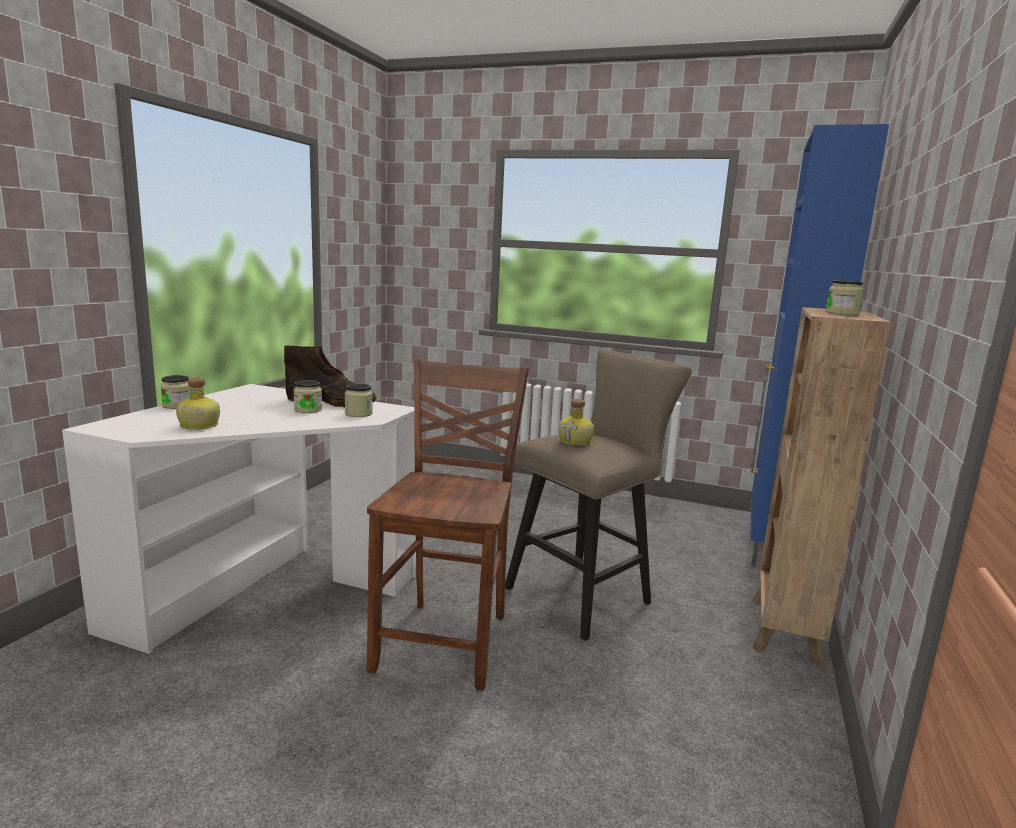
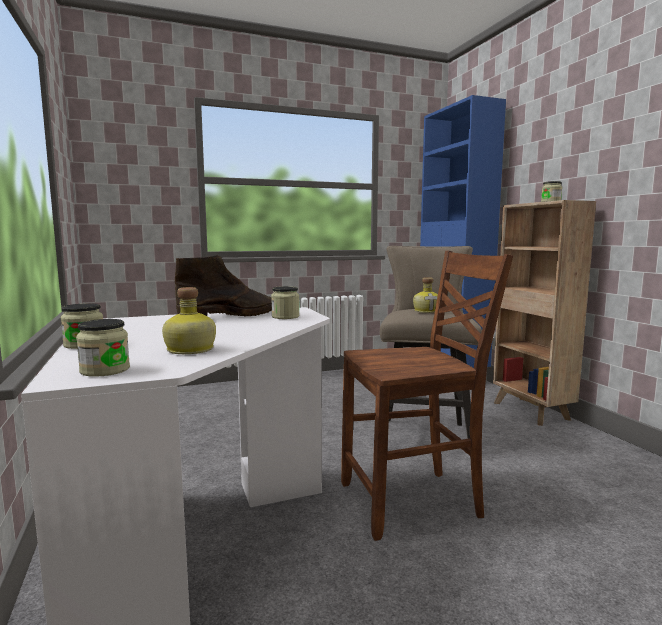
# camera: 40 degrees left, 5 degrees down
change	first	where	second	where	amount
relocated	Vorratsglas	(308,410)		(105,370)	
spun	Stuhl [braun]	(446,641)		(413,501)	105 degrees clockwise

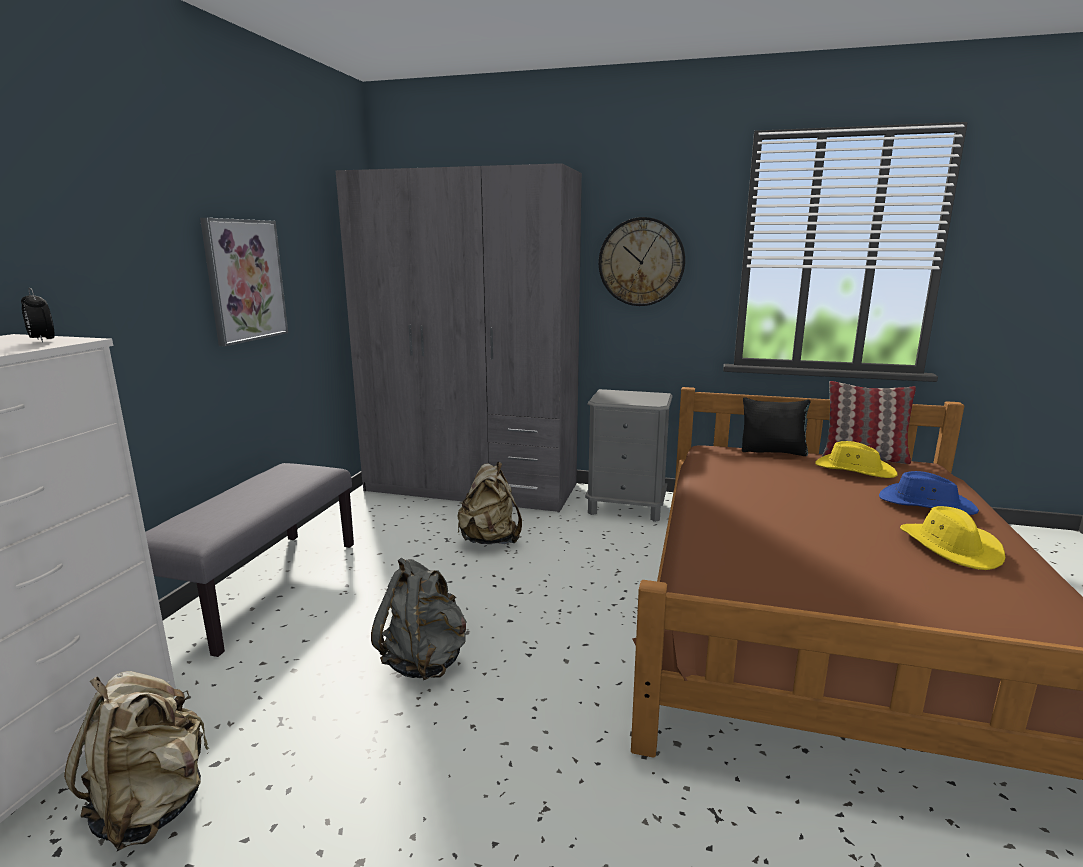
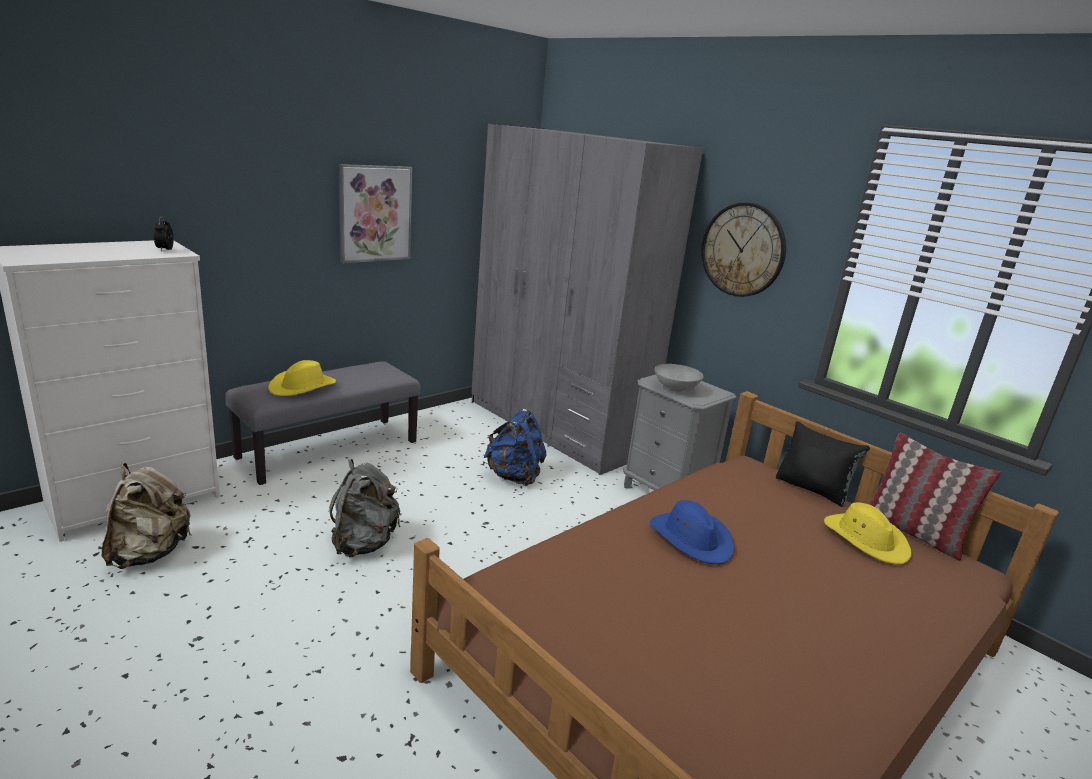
# camera: 30 degrees right, 5 degrees up
change	first	where	second	where	amount
colour	Rucksack [beige]	(490,540)	Rucksack [blau]	(514,476)	
relocated	Hut [blau]	(925,504)		(691,538)	
relocated	Hut [gelb]	(951,547)		(303,387)	
appeared			Schüssel [grau]	(676,389)	

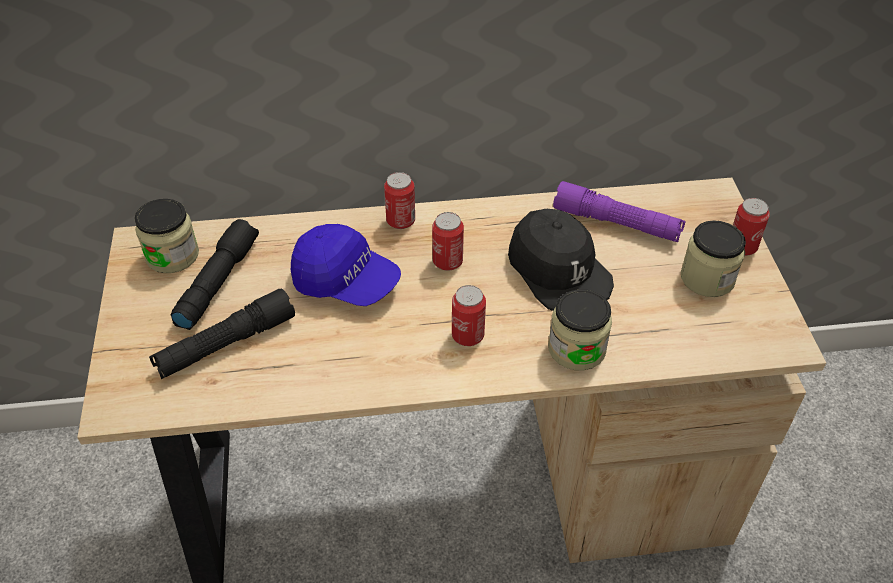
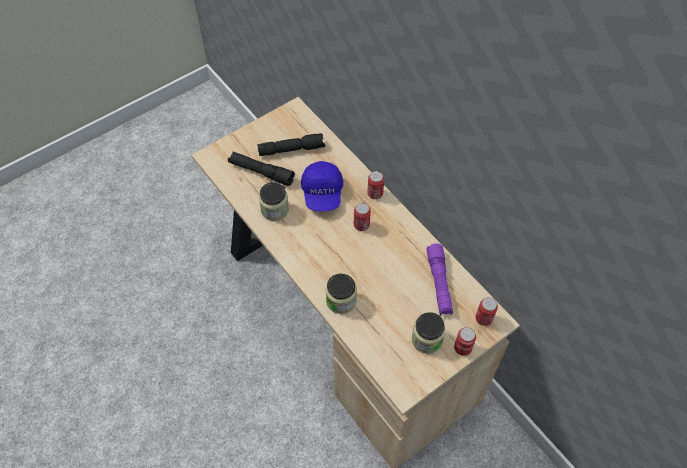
# camera: 60 degrees right, 10 degrees up
change	first	where	second	where	amount
relocated	Vorratsglas	(172,255)		(274,210)	
relocated	Dose	(468,335)		(484,318)	
missing	Kappe [schwarz]	(558,271)			

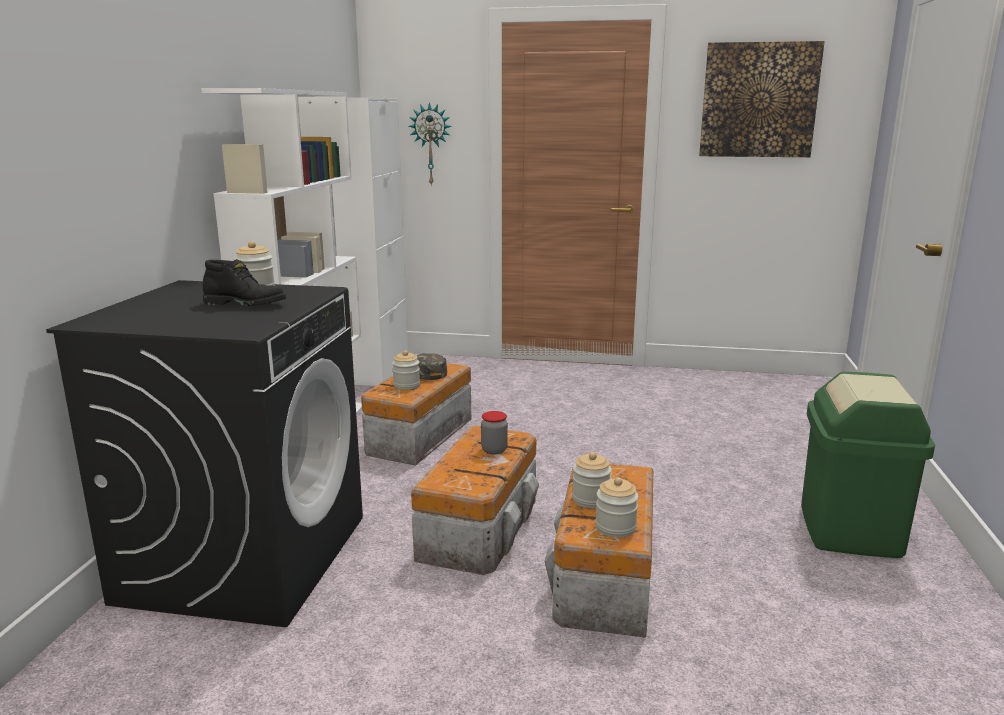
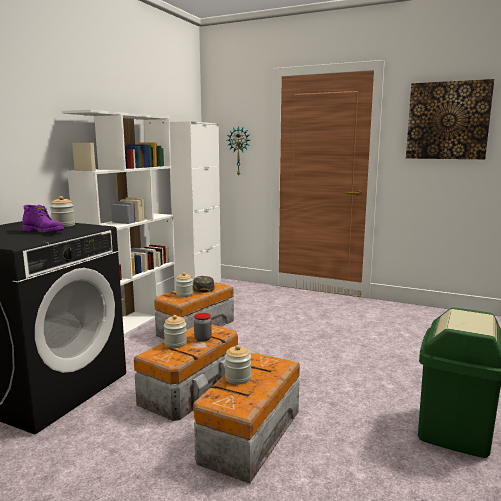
# camera: 15 degrees right, 5 degrees down
change	first	where	second	where	amount
colour	Stiefel [schwarz]	(246,304)	Stiefel [lila]	(44,231)	
relocated	Vorratsglas	(615,527)		(175,343)	

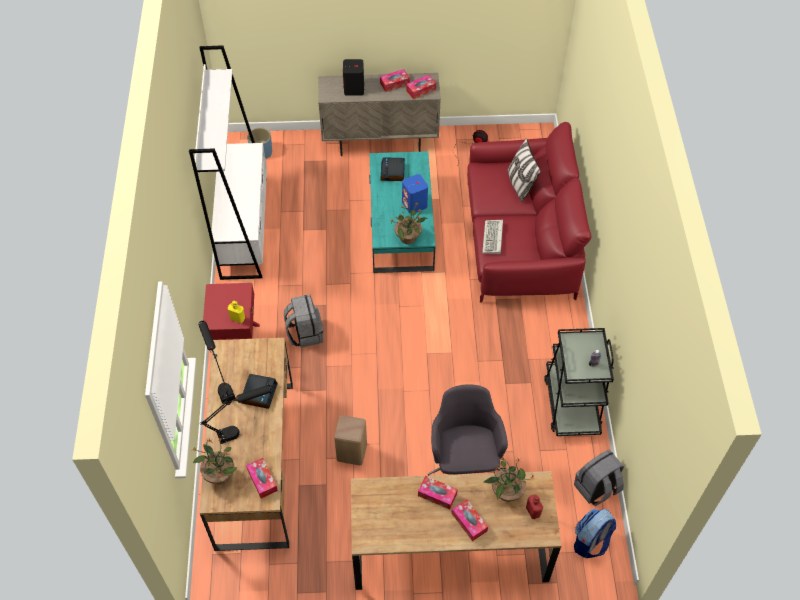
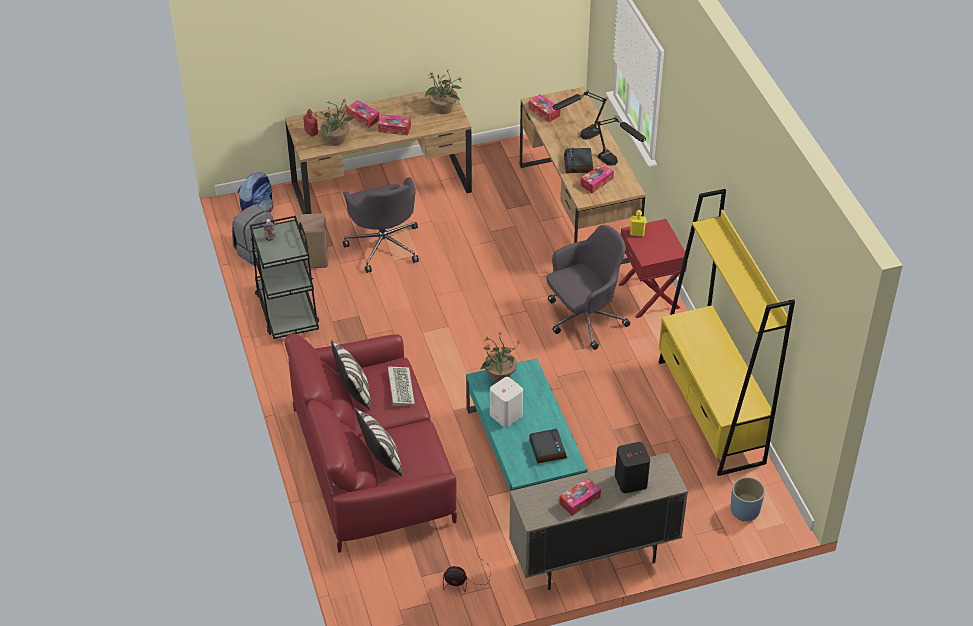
# camera: 165 degrees right, 10 degrees down
change	first	where	second	where	amount
colour	Bücherregal [weiß]	(244,227)	Bücherregal [gelb]	(710,412)	
relocated	Topfpflanze	(219,474)		(443,109)	
exchanged	Rucksack [grau]	(305,333)	Bürostuhl [grau]	(584,319)	
relocated	Hocker [beige]	(352,453)		(314,259)	
colour	Lautsprecher [blau]	(414,204)	Lautsprecher [weiß]	(505,415)	
relocated	Taschentuchbox	(421,90)		(596,182)	
appeared			Kissen	(354,392)	

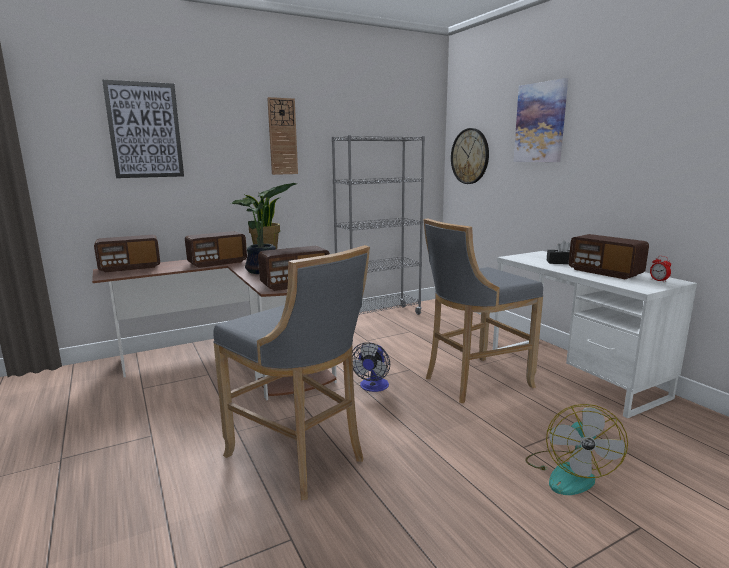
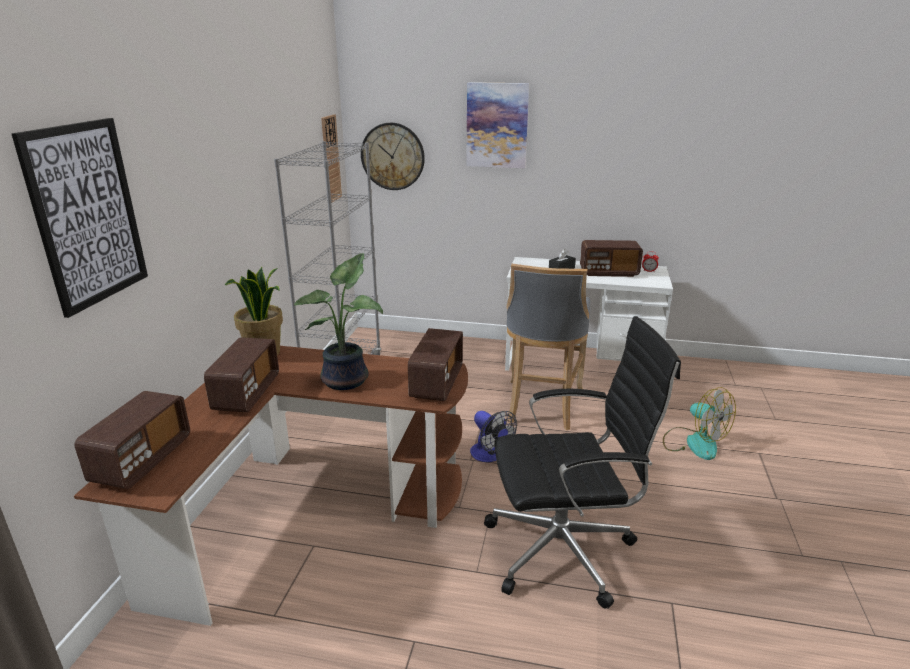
# camera: 50 degrees left, 10 degrees up
change	first	where	second	where	amount
exchanged	Hocker [grau]	(300,457)	Bürostuhl [schwarz]	(564,550)	
relocated	Wanduhr	(282,136)		(330,159)	

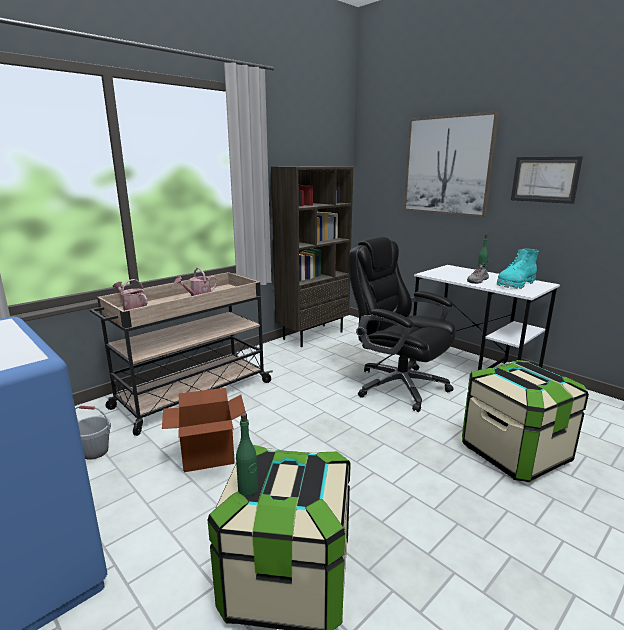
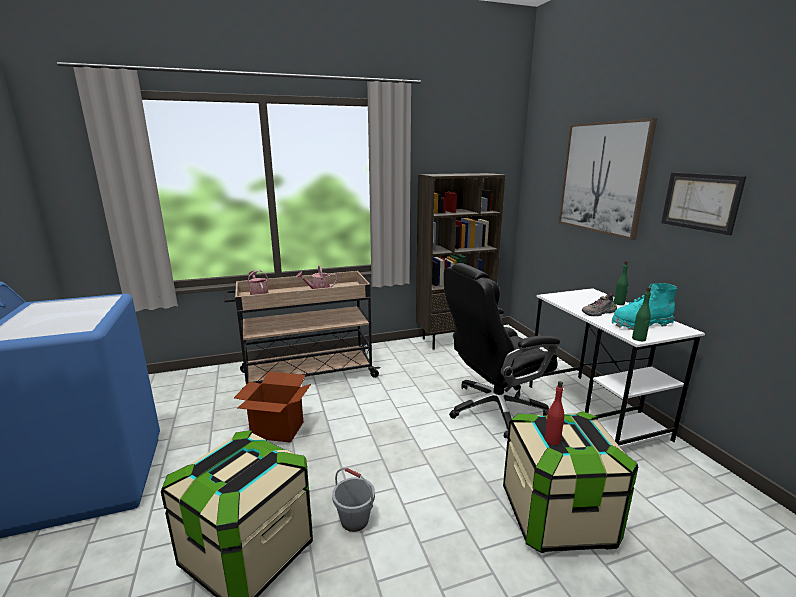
# camera: 25 degrees right, 0 degrees up
change	first	where	second	where	amount
relocated	Eimer [grau]	(95,452)		(354,520)	
relocated	Flasche [grün]	(248,489)		(639,339)	
spun	Bürostuhl [schwarz]	(398,385)		(494,409)	90 degrees counterclockwise
appeared			Flasche [rot]	(552,440)	

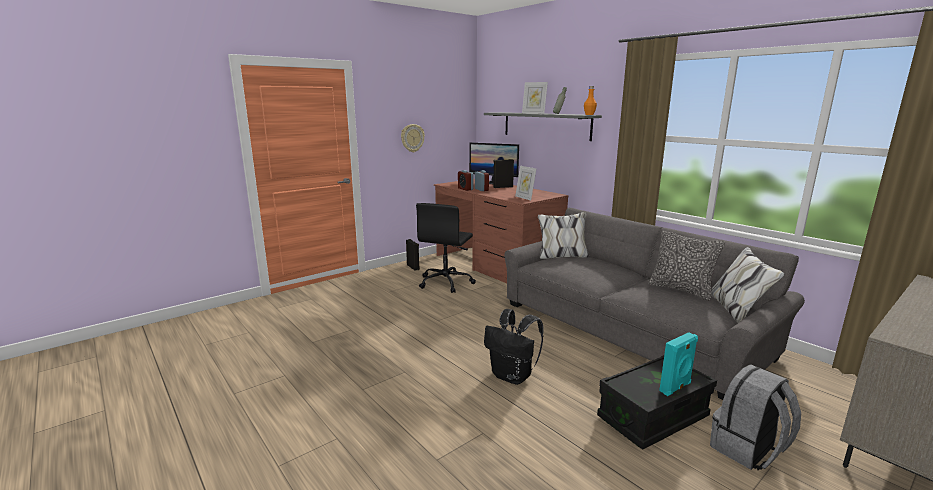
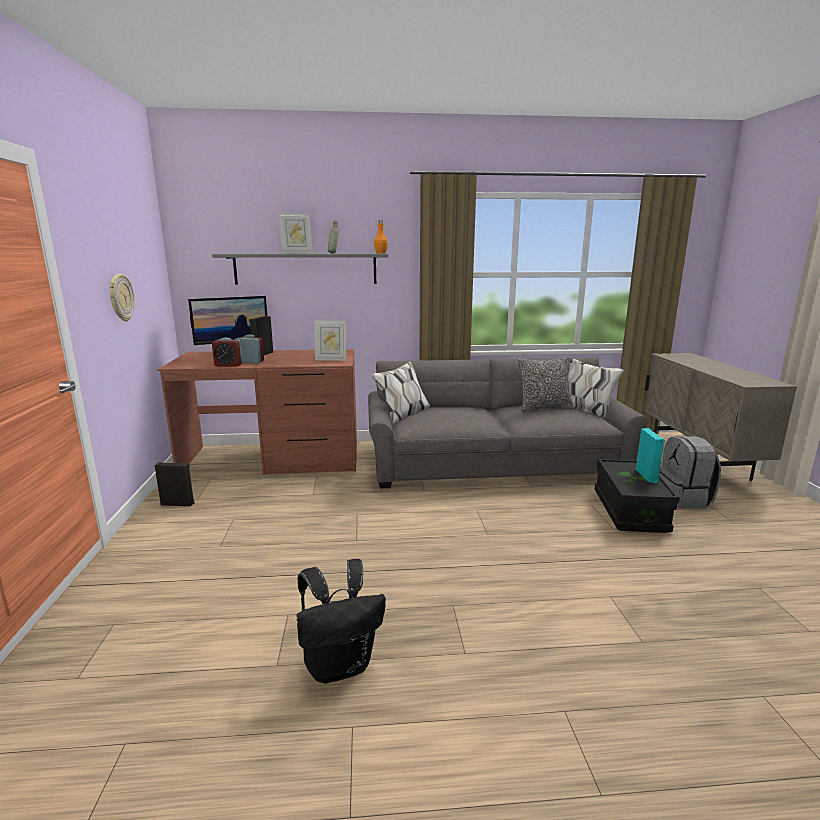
# camera: 55 degrees left, 0 degrees up
change	first	where	second	where	amount
missing	Bürostuhl [schwarz]	(446,282)			
relocated	Rucksack [schwarz]	(513,376)		(340,665)	

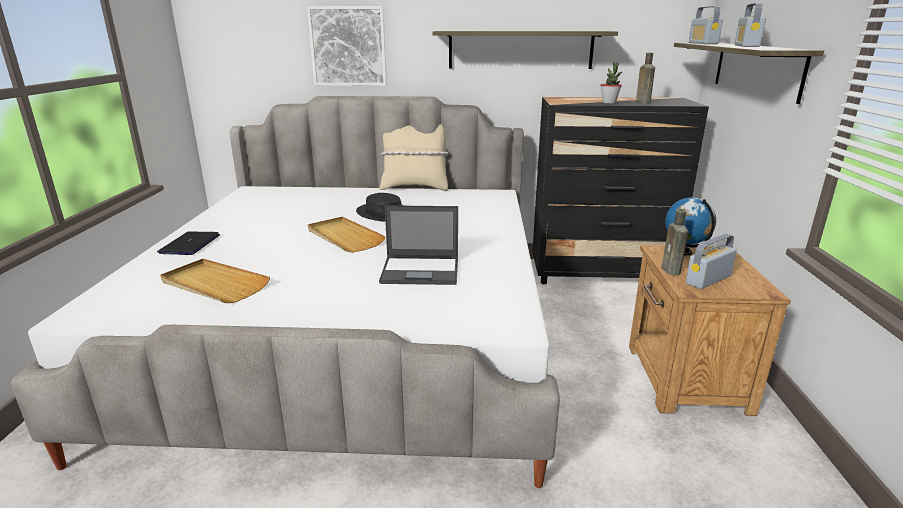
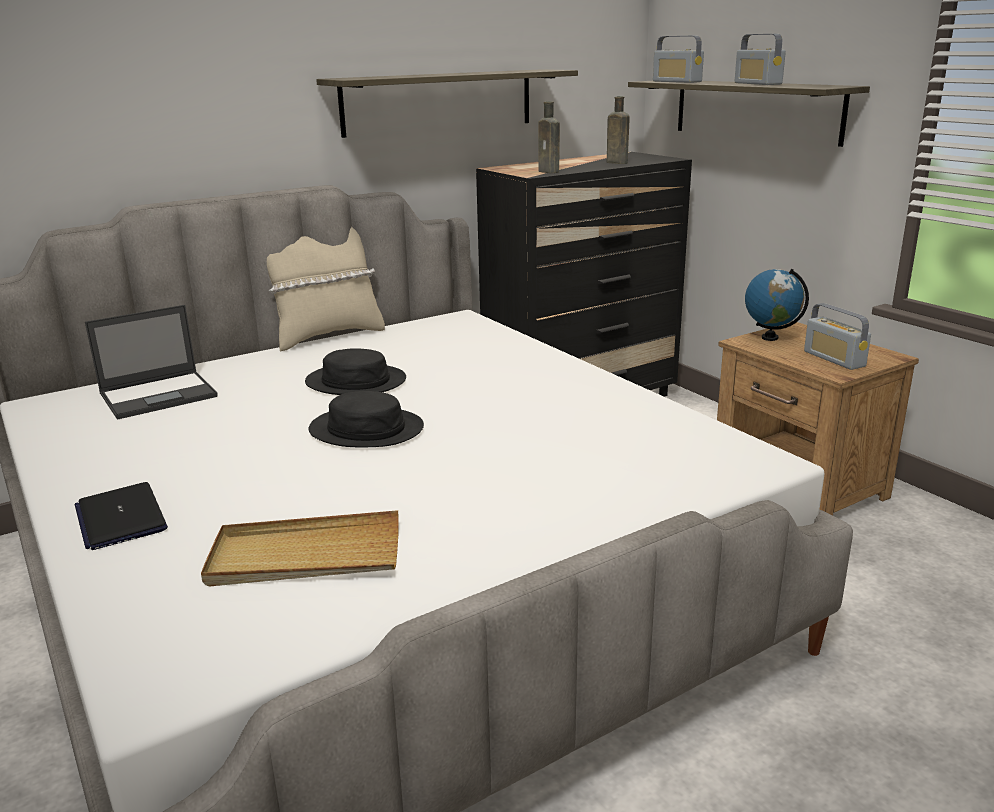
# camera: 35 degrees left, 0 degrees up
change	first	where	second	where	amount
missing	Bild	(348,46)			
exchanged	Tablett [beige]	(344,237)	Hut [schwarz]	(366,429)	
relocated	Laptop	(421,271)		(160,395)	
missing	Topfpflanze	(609,102)			
relocated	Flasche [braun]	(671,271)		(549,171)	
spun	Radio	(708,279)		(834,359)	45 degrees counterclockwise

